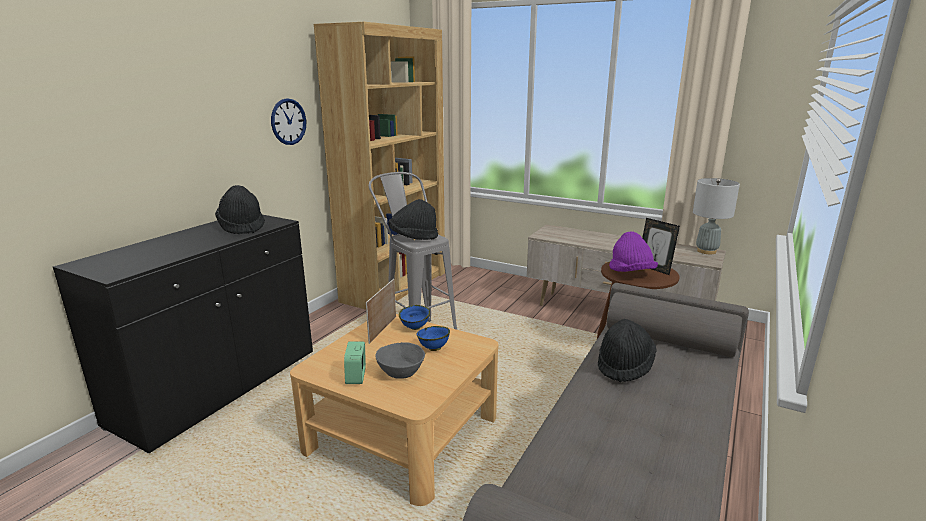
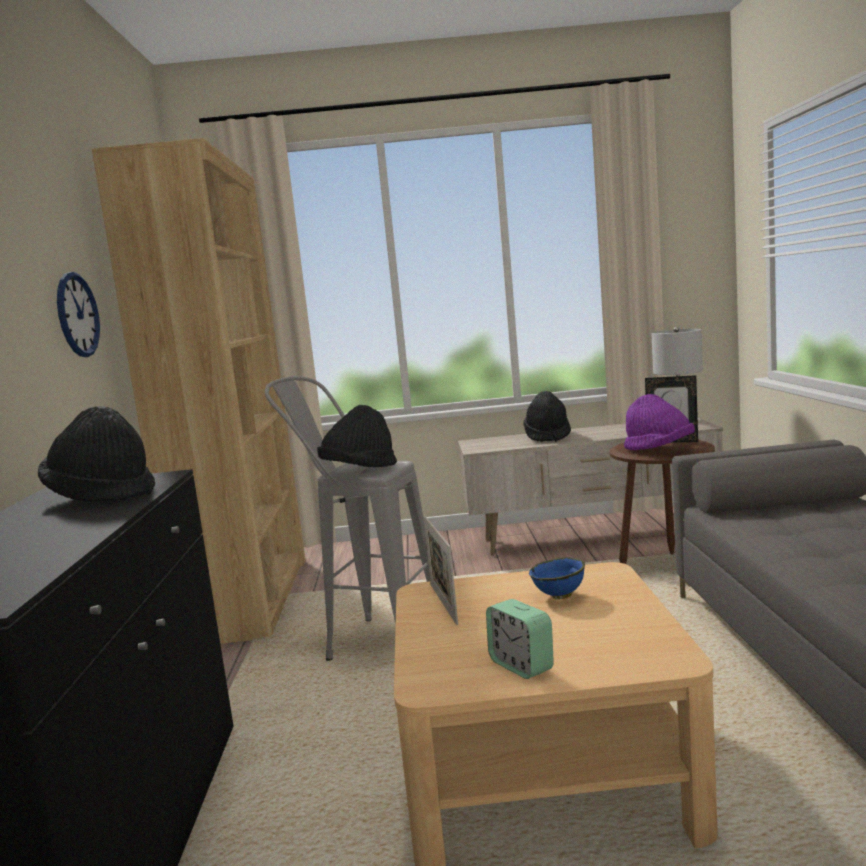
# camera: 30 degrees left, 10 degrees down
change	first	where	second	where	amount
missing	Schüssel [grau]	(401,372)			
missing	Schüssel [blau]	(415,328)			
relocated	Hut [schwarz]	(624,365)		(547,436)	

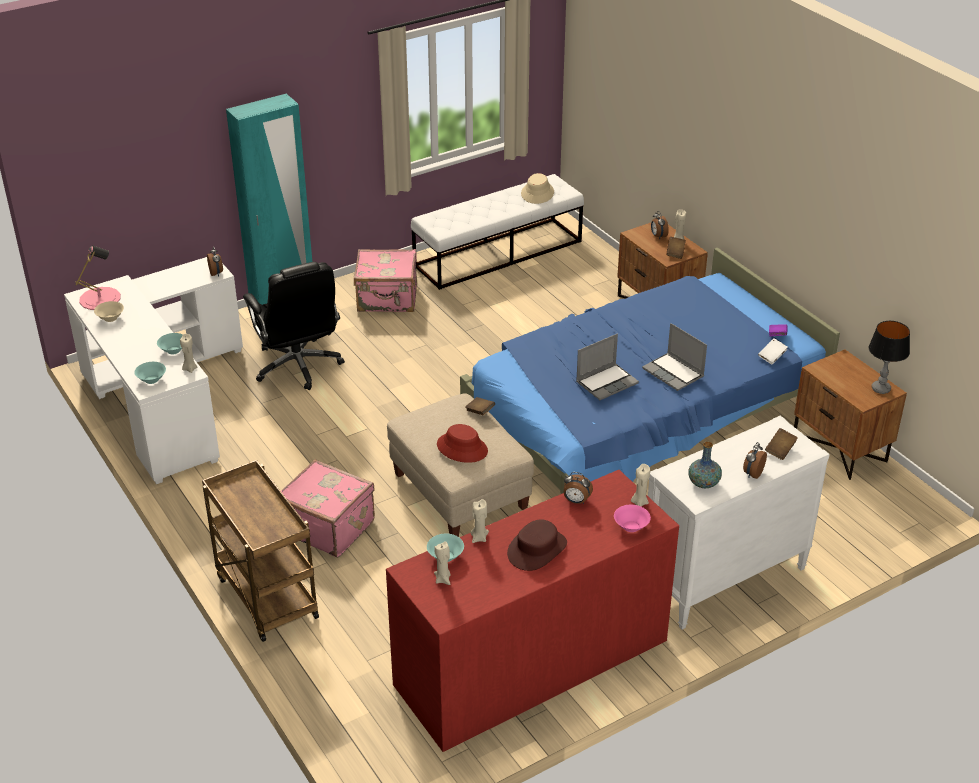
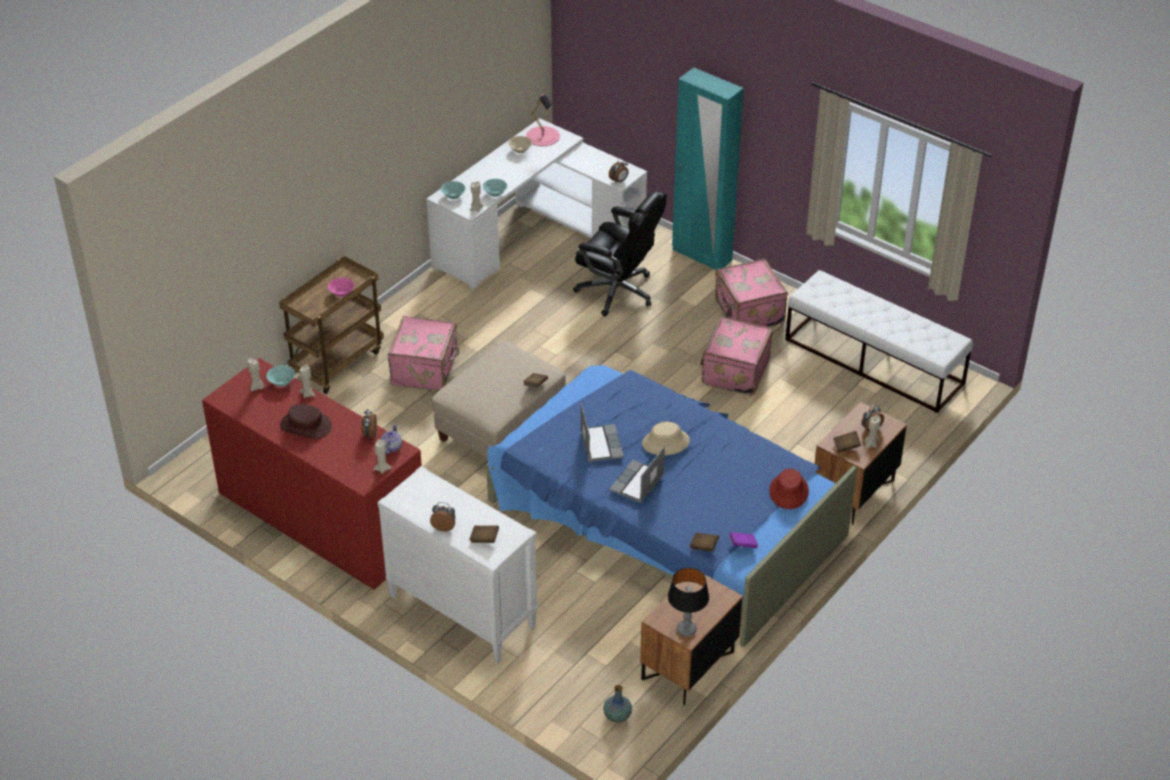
# camera: 70 degrees right, 5 degrees up
change	first	where	second	where	amount
spun	Bürostuhl [schwarz]	(298,366)		(618,292)	105 degrees counterclockwise
relocated	Hut [rot]	(462,448)		(789,491)	
relocated	Hut [beige]	(537,193)		(666,442)	
spun	Laptop	(607,382)		(600,444)	135 degrees counterclockwise
relocated	Schüssel [rosa]	(631,526)		(342,293)	
relocated	Vase	(703,483)		(617,716)	
colour	Buch [weiß]	(772,357)	Buch [braun]	(704,546)	
appeared			Teekanne	(391,447)	
appeared			Koffer [rosa]	(734,372)	

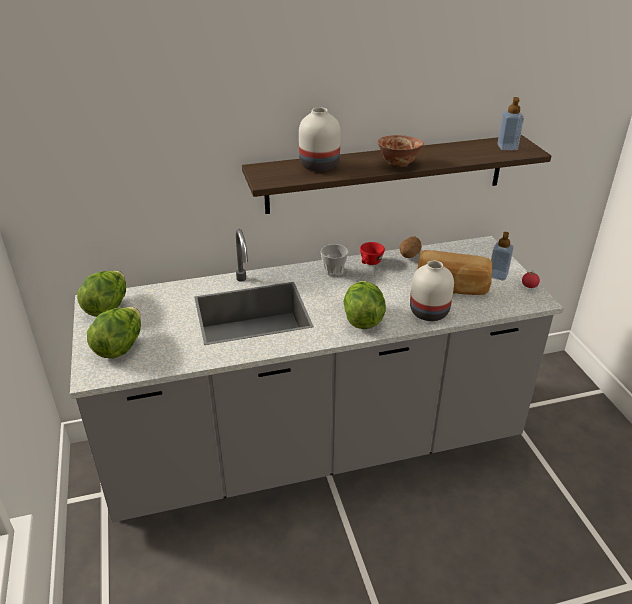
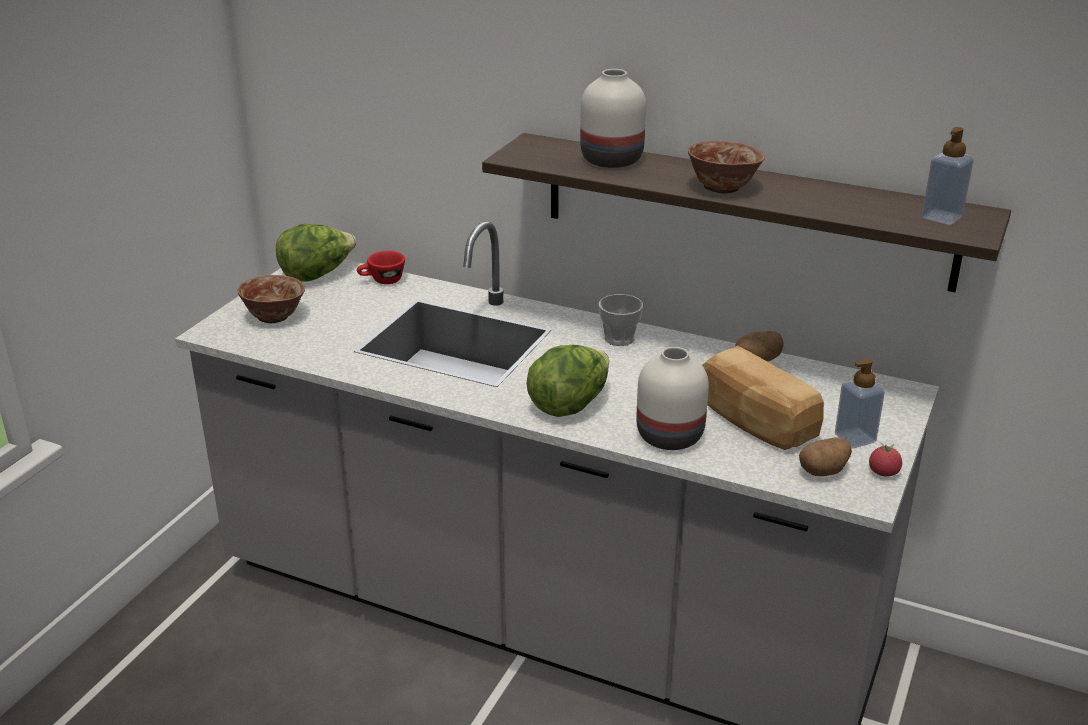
# camera: 40 degrees right, 5 degrees down
change	first	where	second	where	amount
exchanged	Salatkopf	(120,347)	Schüssel	(274,317)	
relocated	Tasse [rot]	(370,263)		(382,281)	
appeared			Kartoffel	(824,471)	

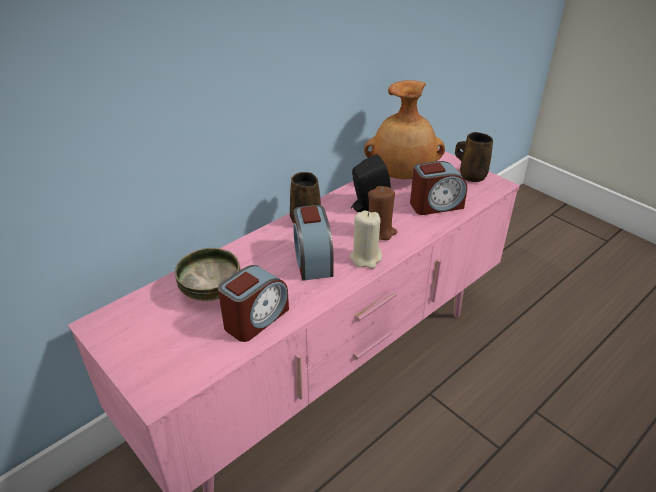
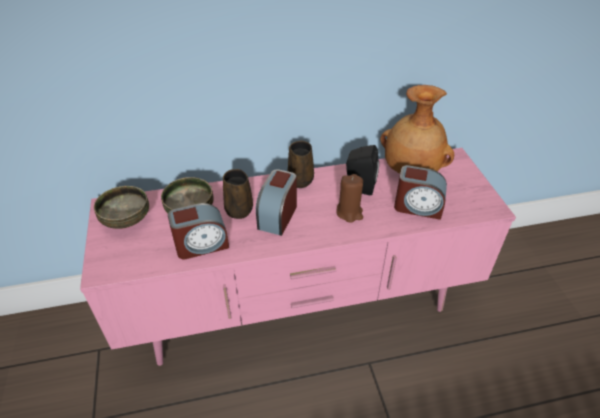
# camera: 30 degrees right, 5 degrees up
change	first	where	second	where	amount
missing	Kerze [beige]	(366,258)			
relocated	Henkelbecher [braun]	(471,175)		(238,209)	
appeared			Schüssel	(126,221)	

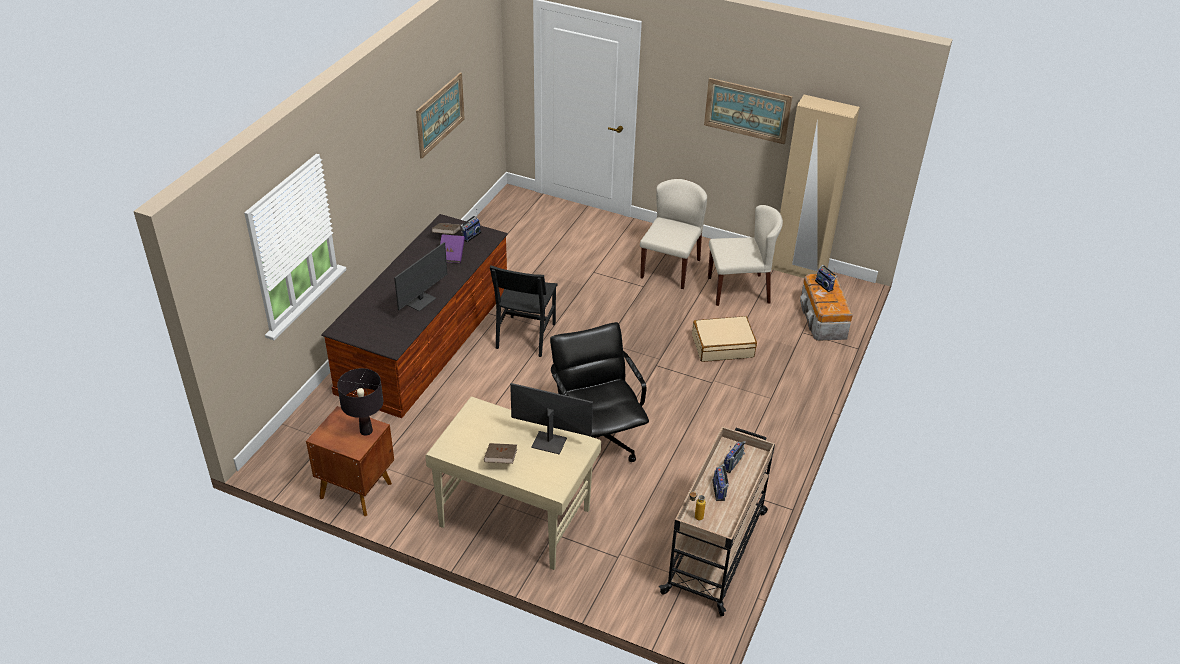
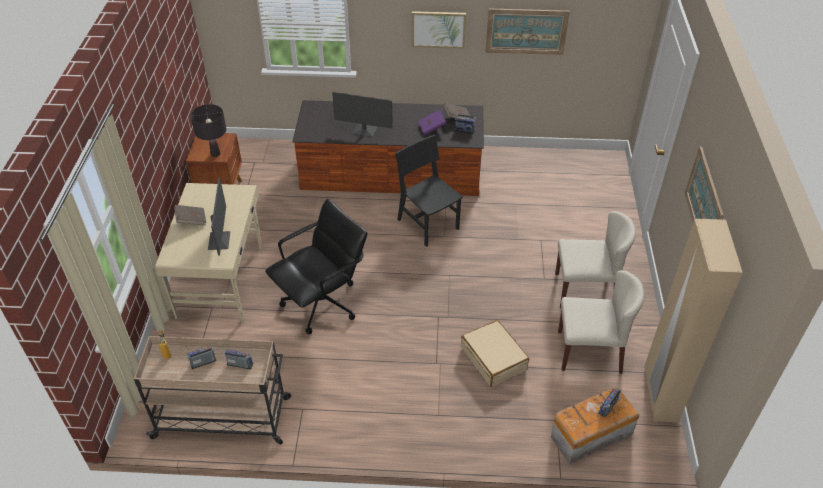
# camera: 70 degrees right, 5 degrees up
change	first	where	second	where	amount
spun	Stuhl [schwarz]	(525,335)		(428,224)	60 degrees clockwise
spun	Stuhl [beige]	(739,289)		(590,351)	60 degrees counterclockwise
appeared			Bild	(438,29)	

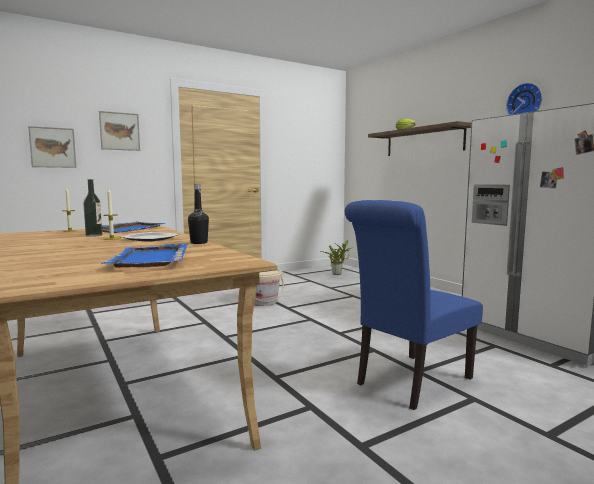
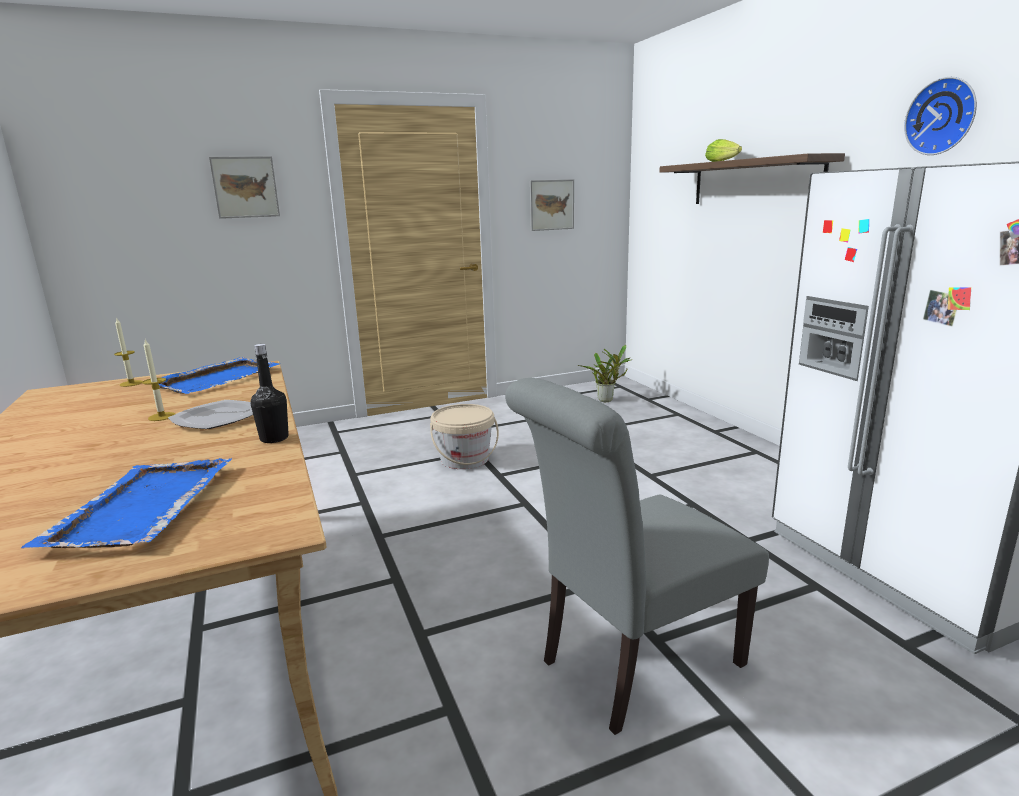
# camera: 10 degrees right, 10 degrees up
change	first	where	second	where	amount
relocated	Bild	(53,147)		(551,205)	
missing	Flasche	(94,235)			
colour	Stuhl [blau]	(409,382)	Stuhl [grau]	(631,666)	

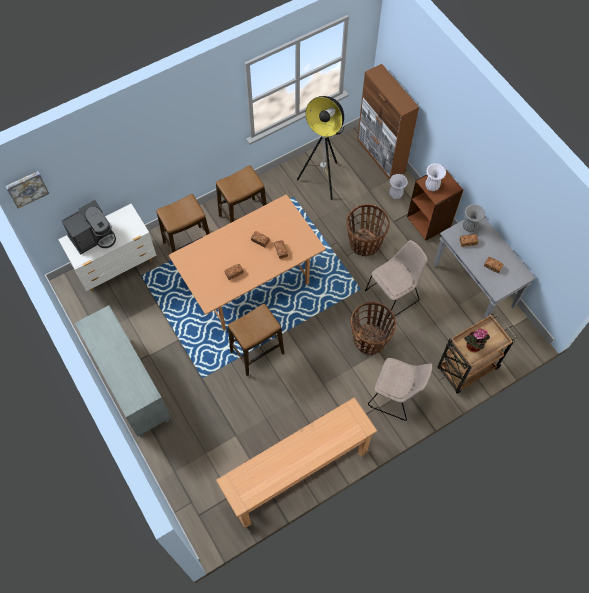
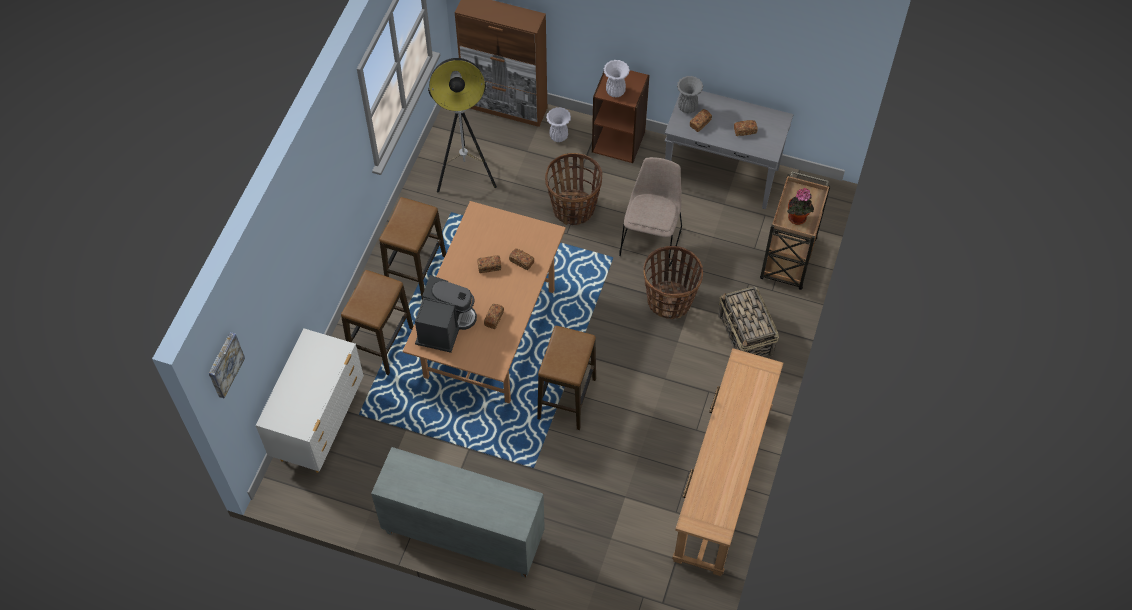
# camera: 40 degrees left, 5 degrees down
change	first	where	second	where	amount
relocated	Kaffeemaschine	(93,237)		(444,326)	
exchanged	Stuhl [beige]	(396,395)	Korb	(745,336)	

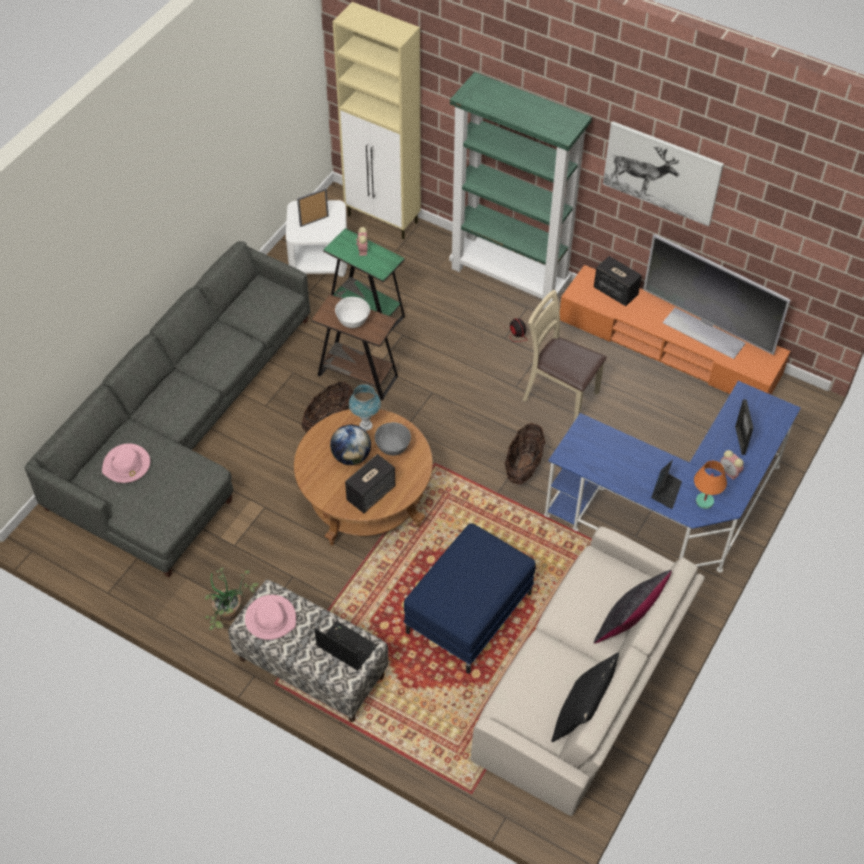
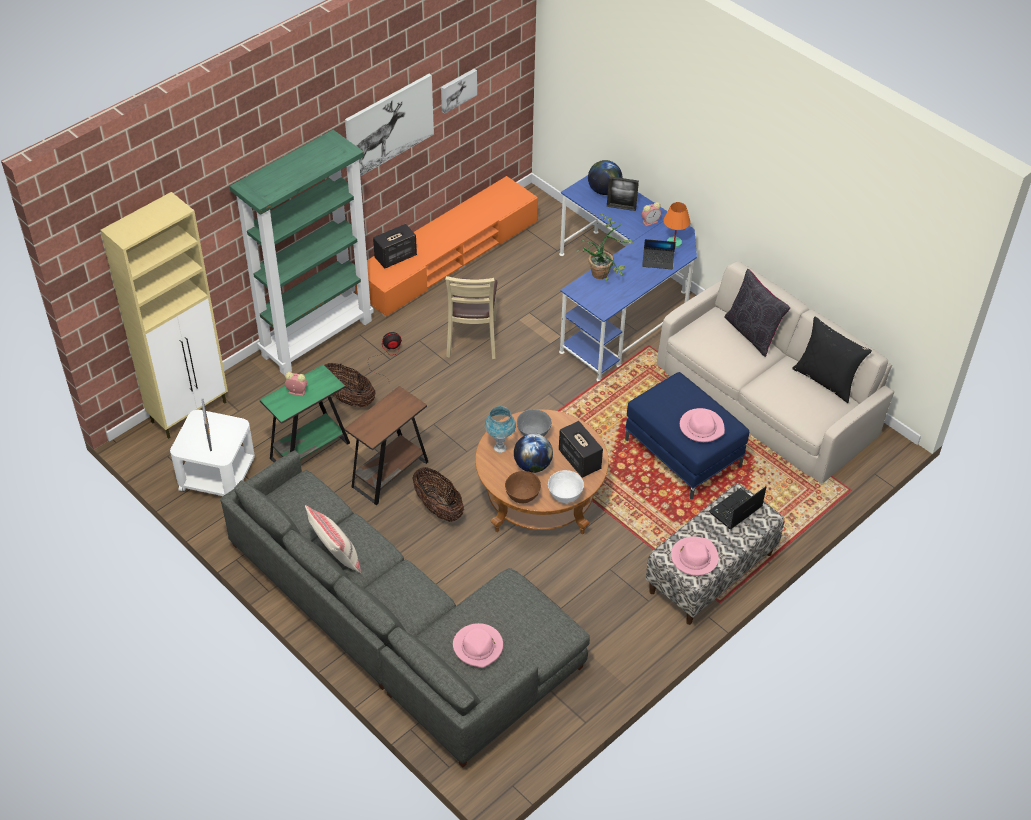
# camera: 75 degrees left, 5 degrees down
change	first	where	second	where	amount
relocated	Topfpflanze	(230,617)		(604,273)	
relocated	Schüssel [weiß]	(353,322)		(565,496)	
relocated	Korb	(523,466)		(348,398)	
spun	Stuhl [beige]	(560,395)		(472,338)	45 degrees counterclockwise
missing	Fernseher	(704,332)			
spun	Laptop	(666,491)		(658,261)	150 degrees clockwise
appeared			Kissen [beige]	(336,557)	
appeared			Bild	(457,90)	
appeared			Schüssel [braun]	(522,497)	
appeared			Globus	(604,190)	
appeared			Hut [rosa]	(701,427)	

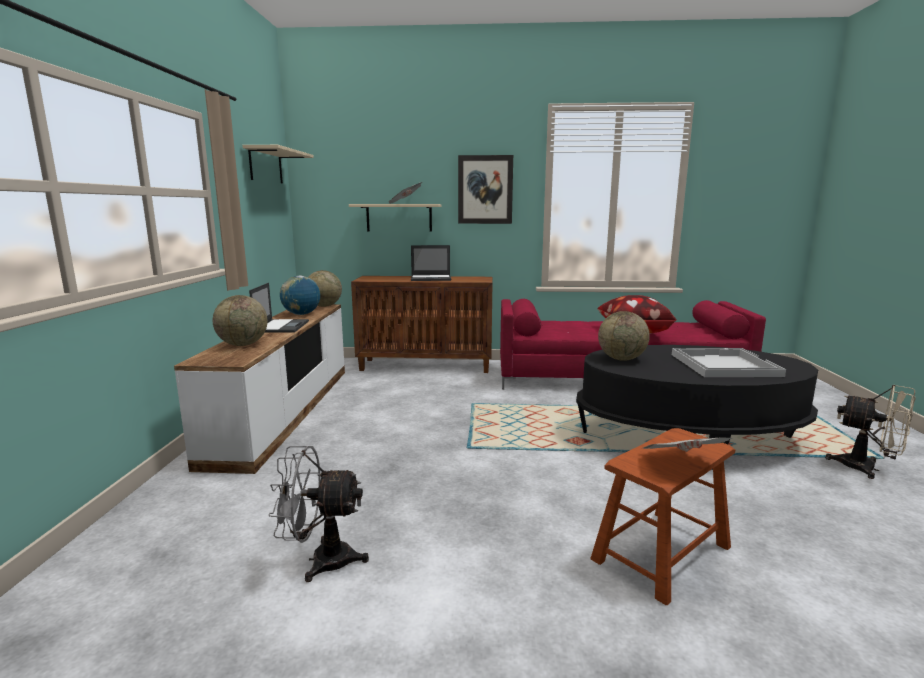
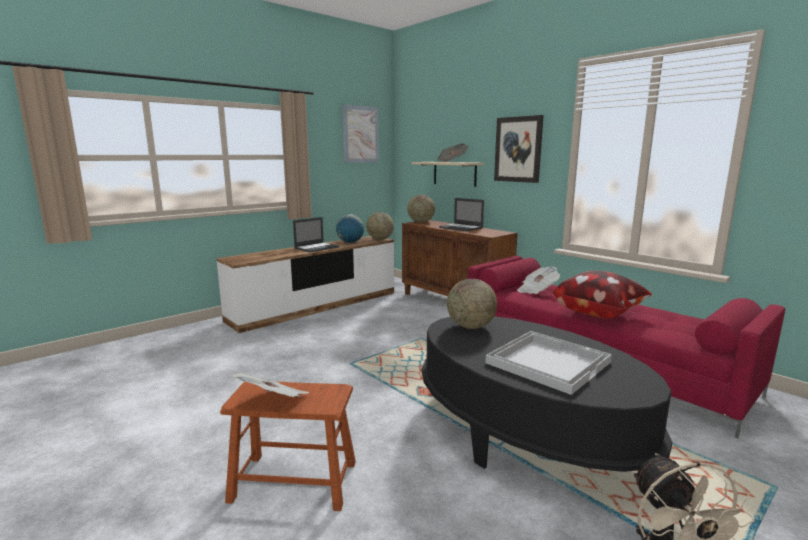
# camera: 45 degrees right, 0 degrees up
change	first	where	second	where	amount
relocated	Globus	(243,344)		(421,222)	
exchanged	Wandregal [beige]	(266,166)	Bild	(361,134)	
missing	Ventilator [grau]	(321,560)			
appeared			Zeitung	(537,290)	

